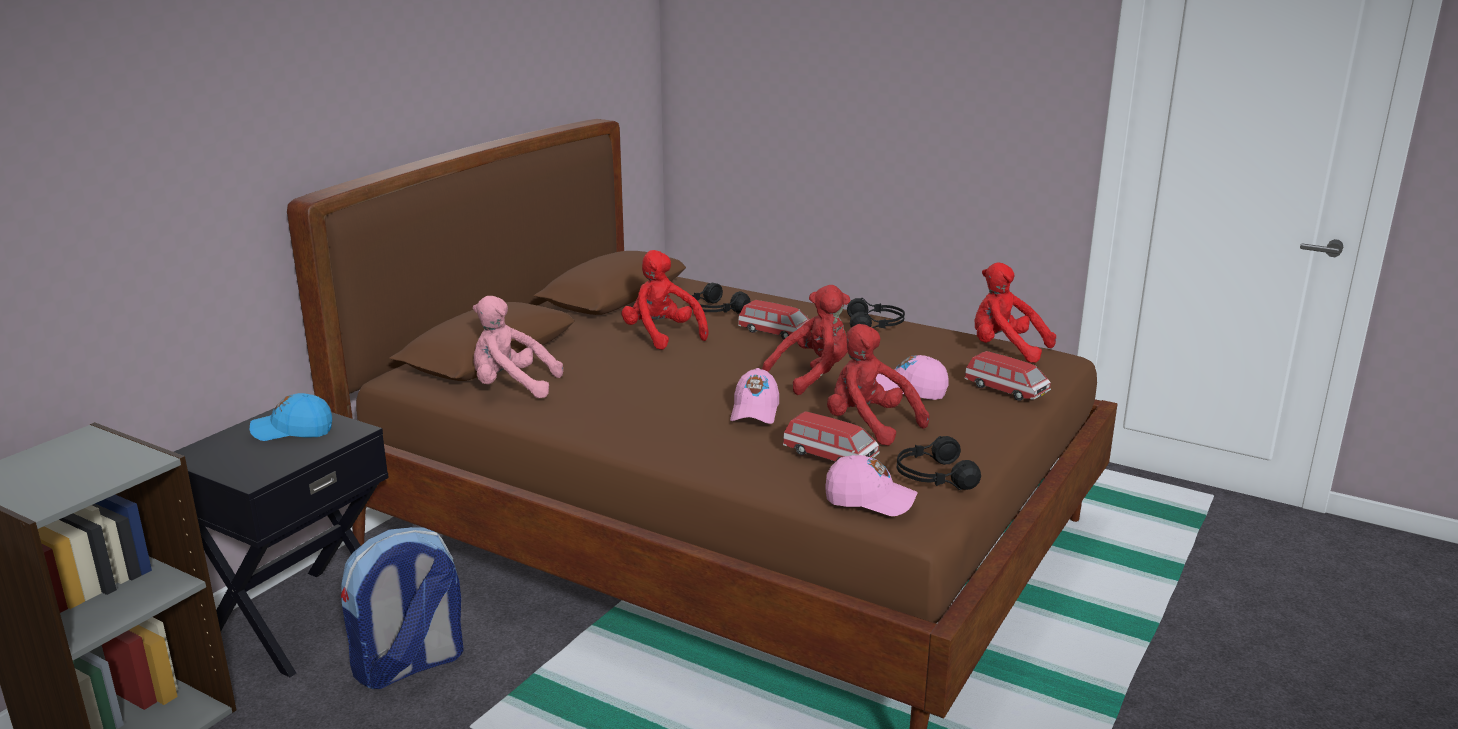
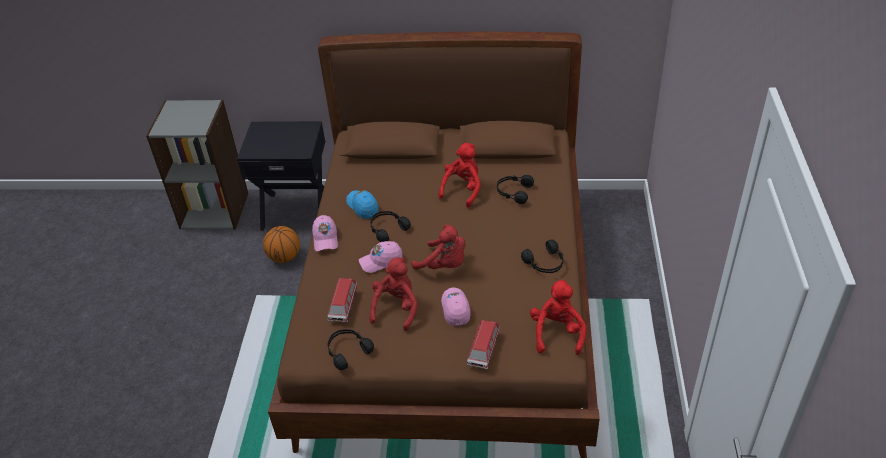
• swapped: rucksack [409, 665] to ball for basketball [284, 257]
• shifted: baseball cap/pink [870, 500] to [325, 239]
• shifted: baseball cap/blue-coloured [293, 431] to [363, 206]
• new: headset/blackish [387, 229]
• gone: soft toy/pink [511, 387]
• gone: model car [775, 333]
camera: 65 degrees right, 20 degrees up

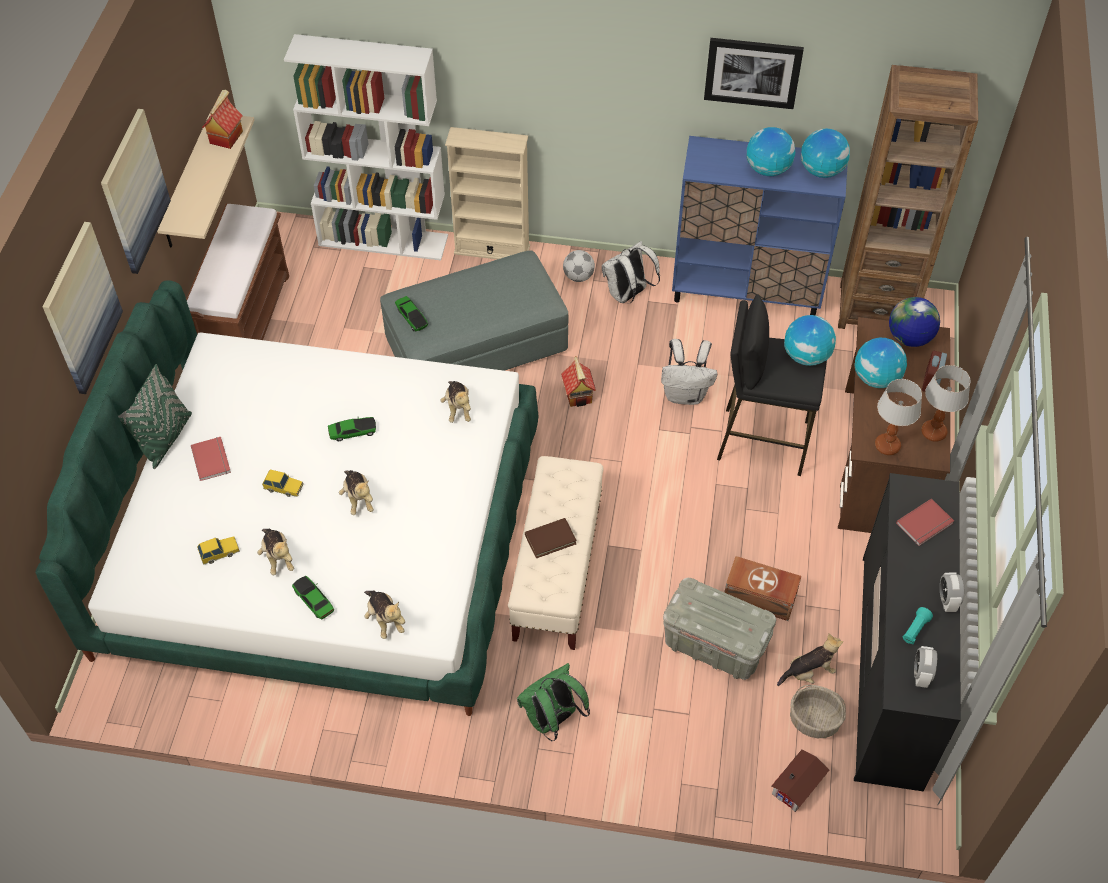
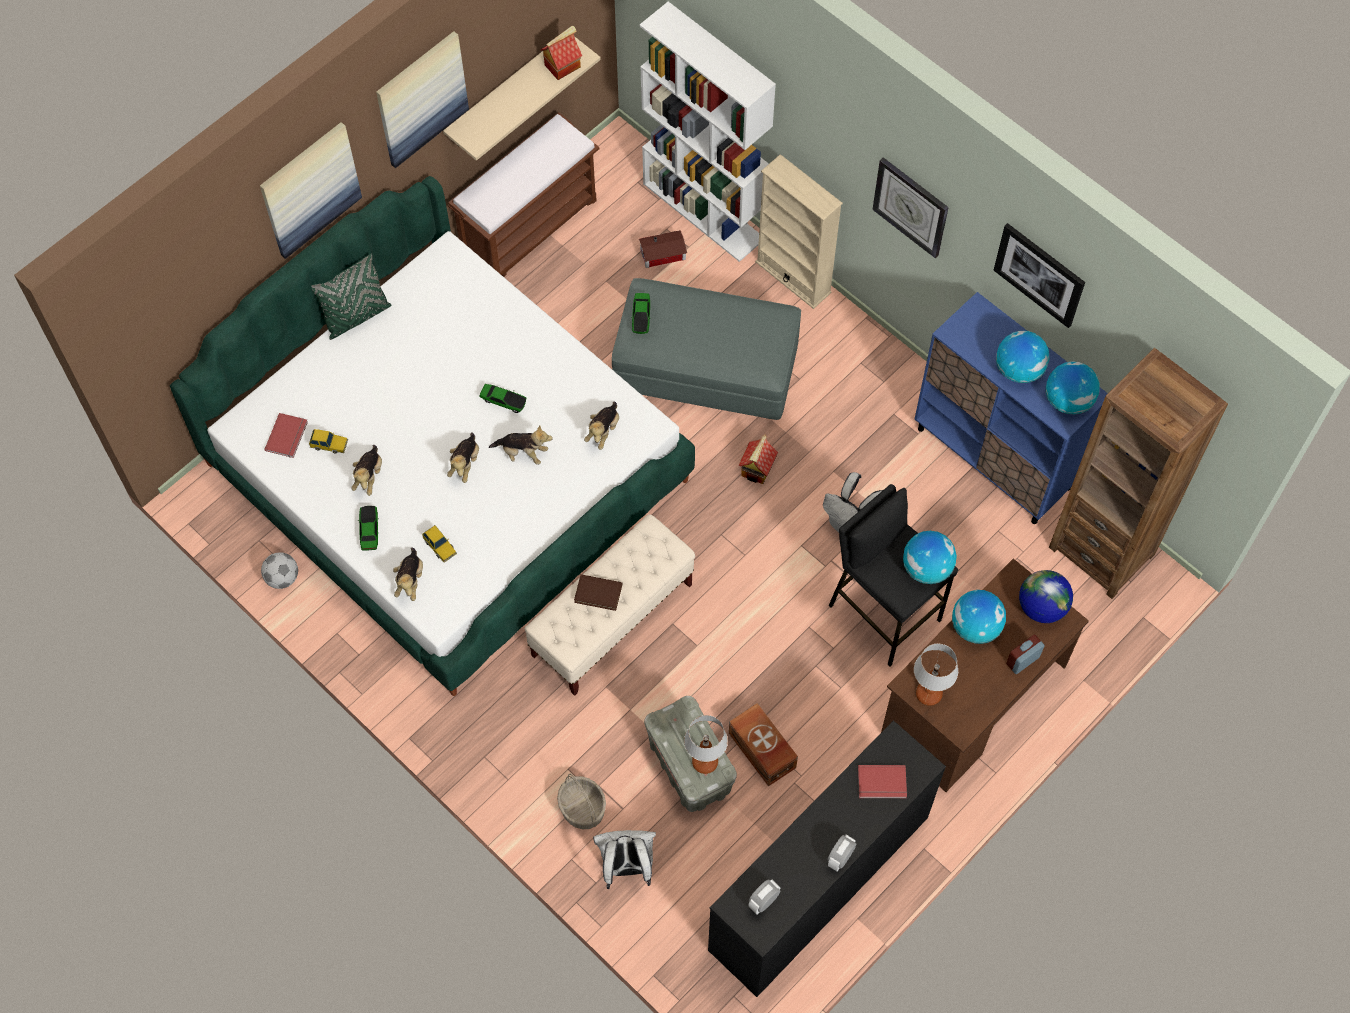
• shifted: football ball [578, 276] to [283, 578]
• shifted: book/red-coloured [212, 459] to [288, 436]
• shifted: model car [283, 487] to [440, 546]
• shifted: soft toy [809, 672] to [522, 453]
• shifted: household basket [813, 720] to [582, 808]
• shifted: rucksack/whitish [628, 295] to [627, 867]
• shifted: model house [800, 784] to [664, 254]
• shifted: lamp for a table [933, 432] to [704, 762]
• new: wall clock [911, 206]
• gone: rucksack/greenish [552, 719]
• gone: flashlight/turquoise-coloured [915, 630]
camera: 35 degrees right, 10 degrees up

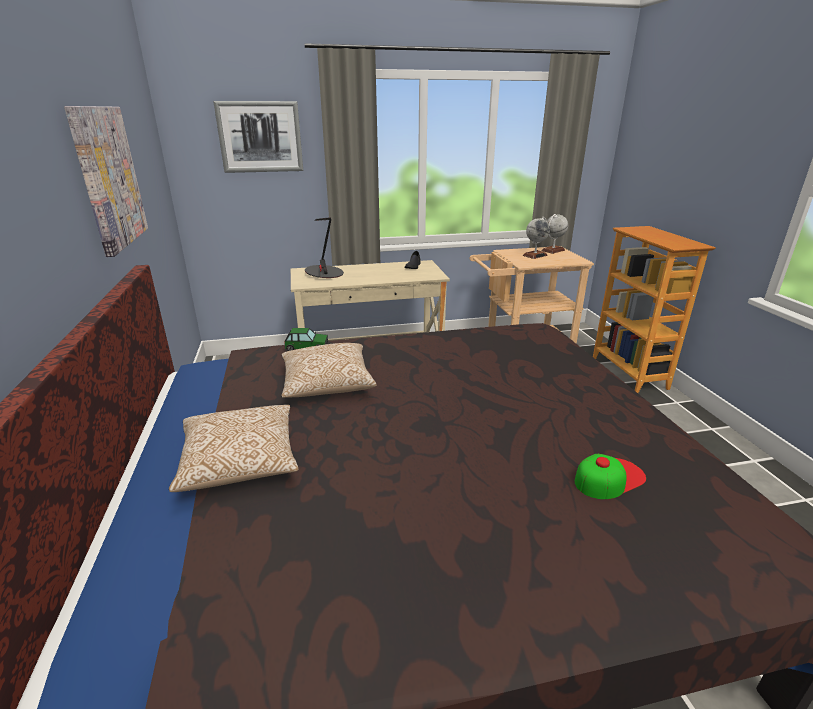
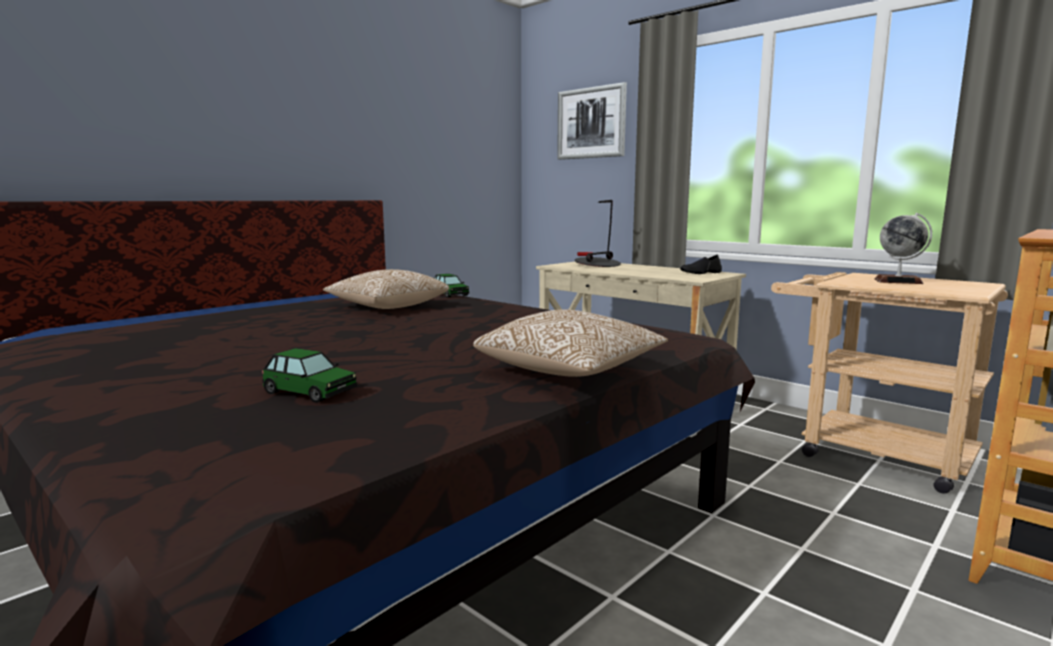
• swapped: baseball cap [609, 478] to model car [310, 392]
• shifted: throw pillow [240, 462] to [570, 370]
• gone: wall art [108, 177]
• gone: desk globe [553, 250]
camera: 55 degrees right, 15 degrees down

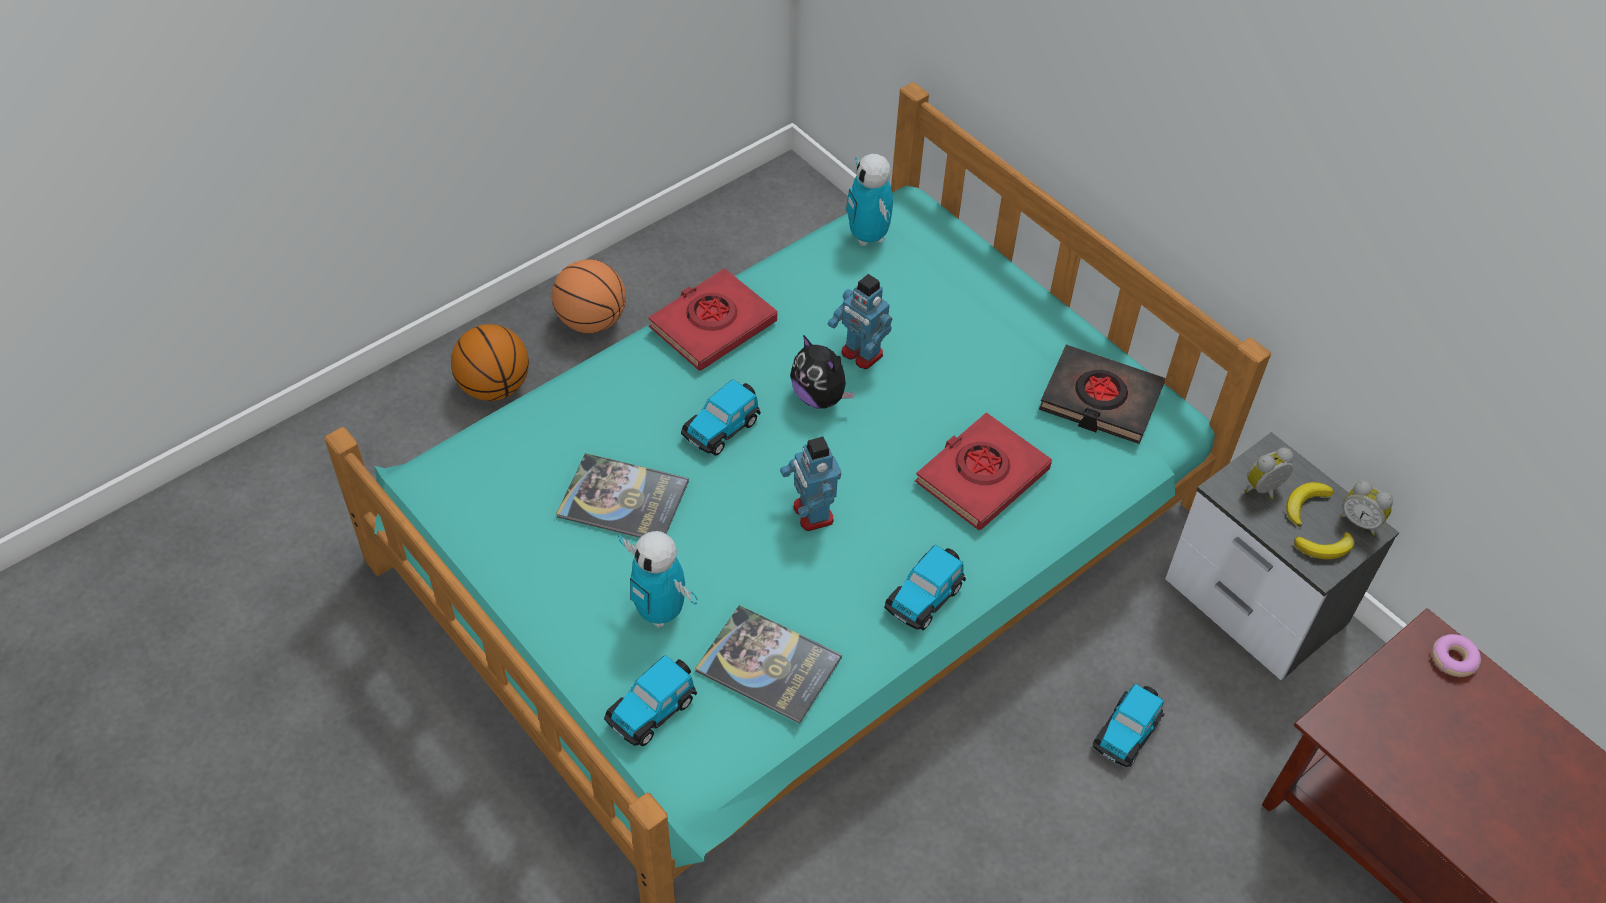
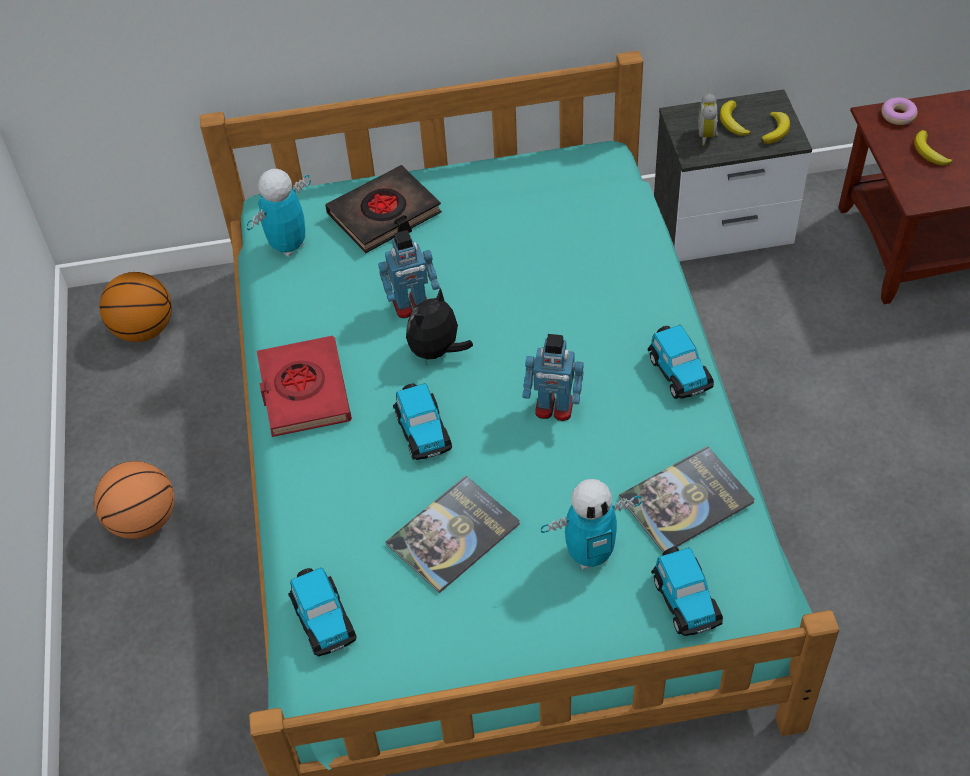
• shifted: ball for basketball [495, 387] to [143, 329]
• rotated: robot figure [868, 236] = [288, 246] 120 degrees clockwise
• shifted: model car [1126, 733] to [323, 619]
• shifted: book/blackish [1100, 400] to [384, 215]
• rotated: soft toy [820, 397] = [437, 351] 135 degrees clockwise
• new: banana fruit [929, 152]
• gone: book/red-coloured [981, 476]
• gone: alarm clock [1360, 521]
camera: 55 degrees left, 0 degrees up

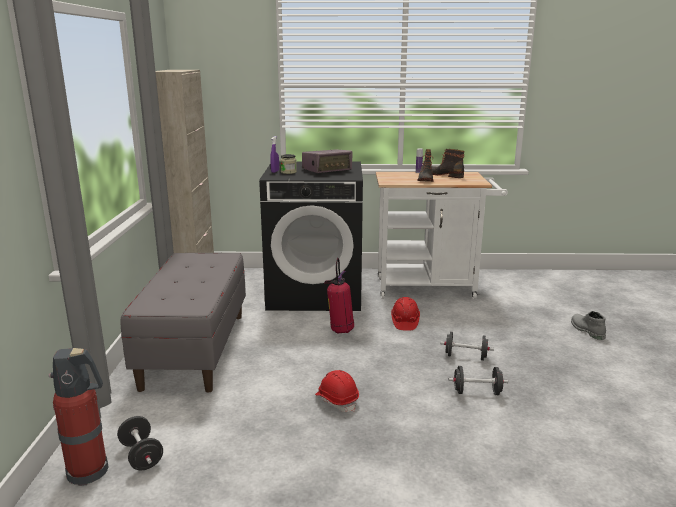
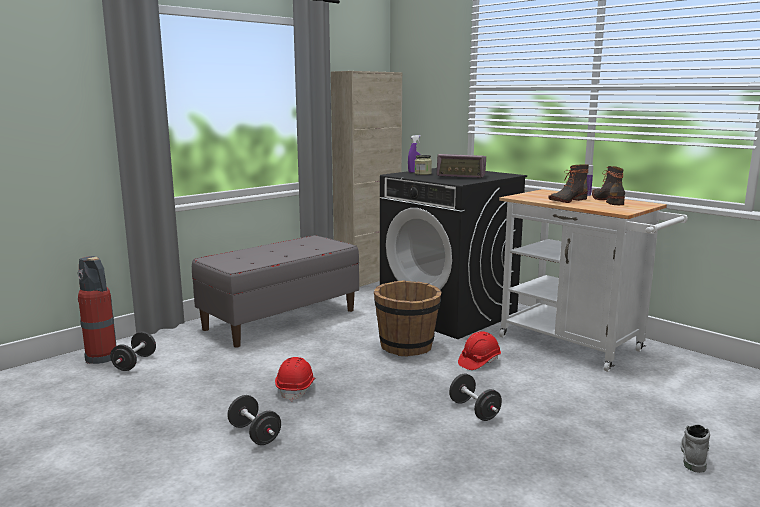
• shifted: dumbbell/blackish [477, 392] to [254, 434]
• swapped: extinguisher [340, 330] to water bucket/brownish [407, 346]
camera: 45 degrees right, 5 degrees down

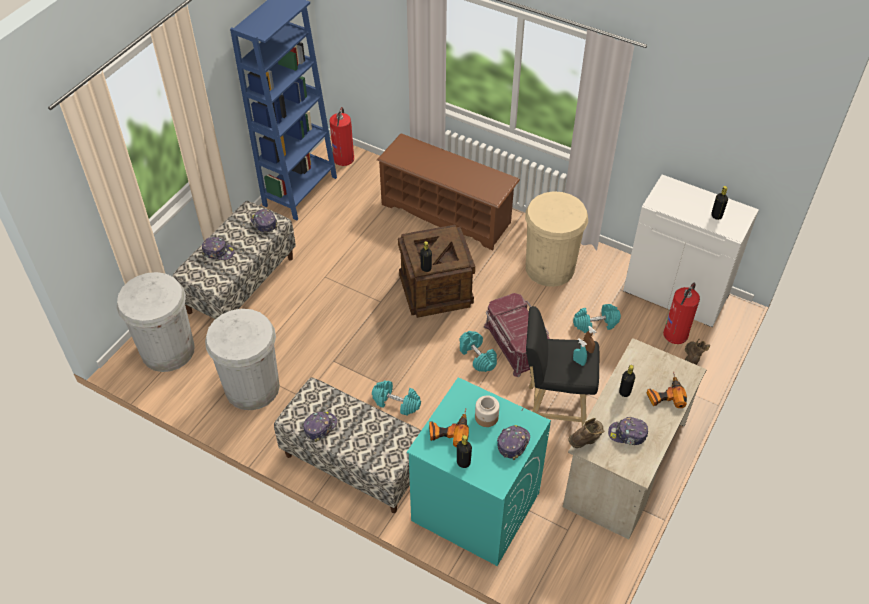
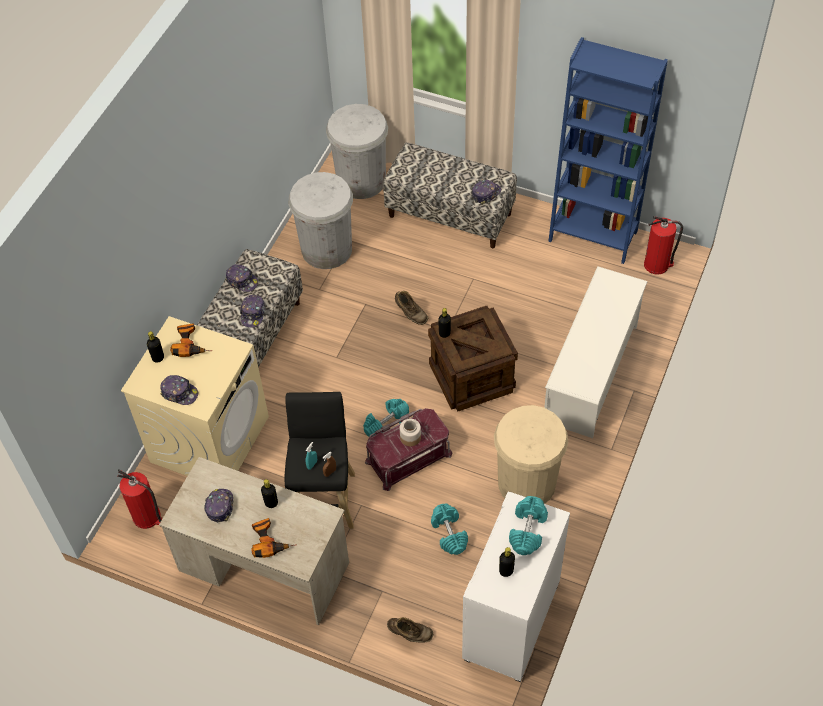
• shifted: extinguisher [676, 333] to [147, 517]
• repainted: washing machine/turquoise-coloured [474, 506] to washing machine/sand-coloured [210, 438]
• shifted: baseball cap [218, 252] to [253, 314]
• shifted: high-top boot/brownish [586, 441] to [410, 314]
• shifted: jar [486, 417] to [410, 437]
• shifted: dumbbell/turquoise-coloured [396, 402] to [528, 531]
• repainted: shoe shelf/brownish [447, 213] to shoe shelf/whitish [591, 373]
camera: 85 degrees right, 5 degrees up

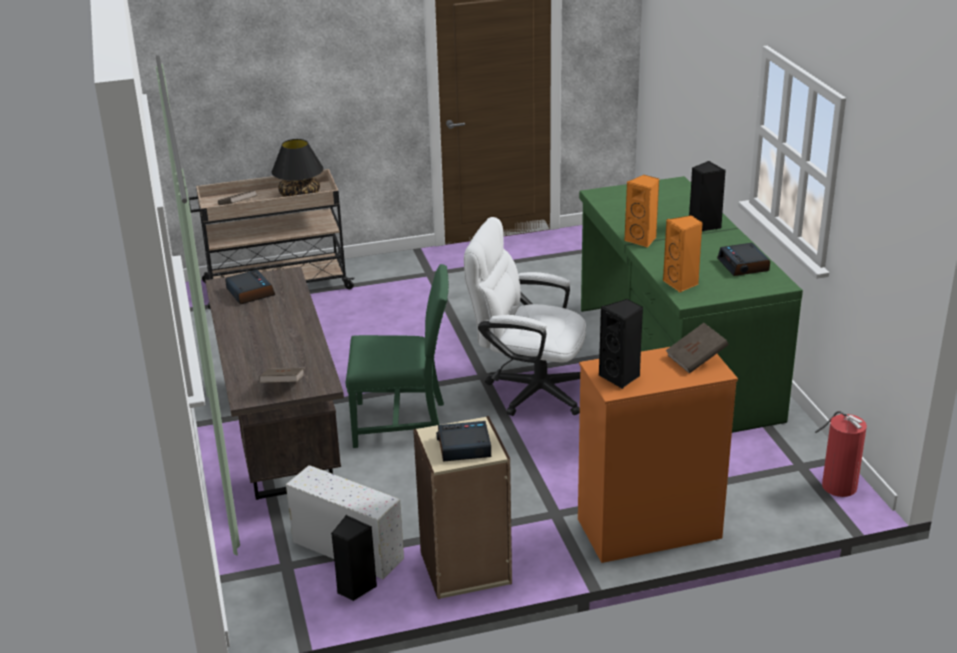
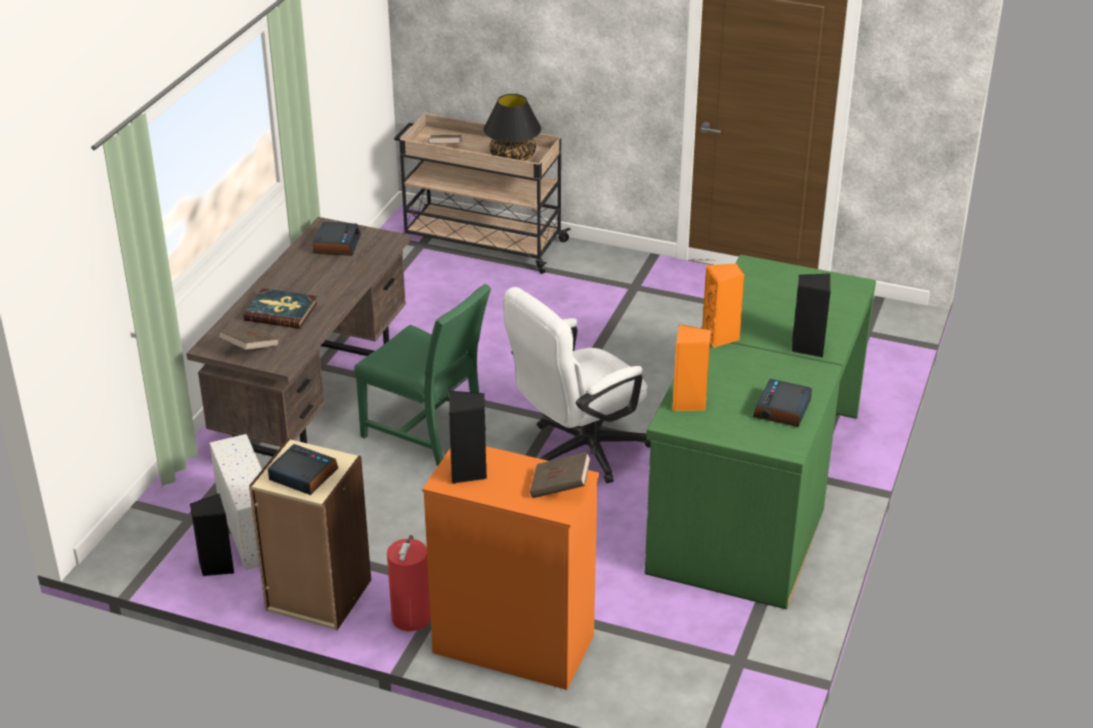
• new: book [281, 312]
• shifted: extinguisher [838, 485] to [411, 615]
• rotated: desk chair/whitish [528, 389] = [578, 452] 90 degrees counterclockwise
camera: 35 degrees right, 5 degrees up

